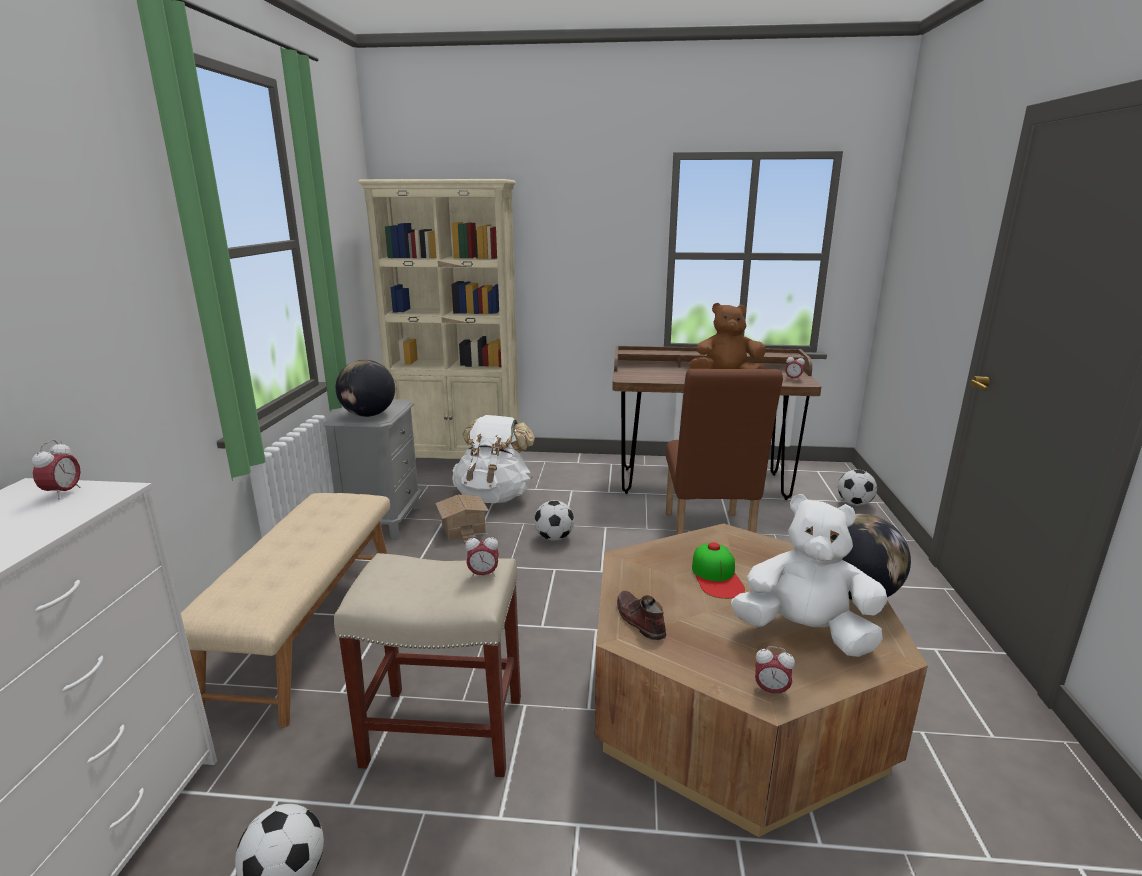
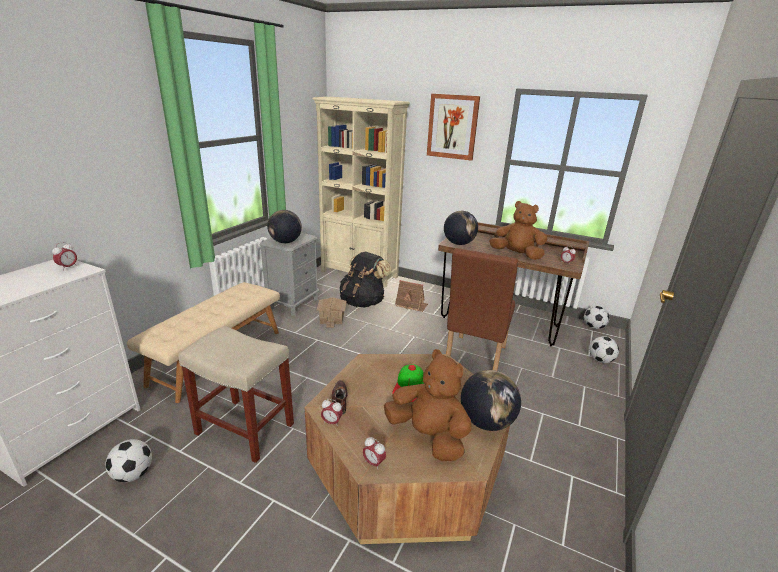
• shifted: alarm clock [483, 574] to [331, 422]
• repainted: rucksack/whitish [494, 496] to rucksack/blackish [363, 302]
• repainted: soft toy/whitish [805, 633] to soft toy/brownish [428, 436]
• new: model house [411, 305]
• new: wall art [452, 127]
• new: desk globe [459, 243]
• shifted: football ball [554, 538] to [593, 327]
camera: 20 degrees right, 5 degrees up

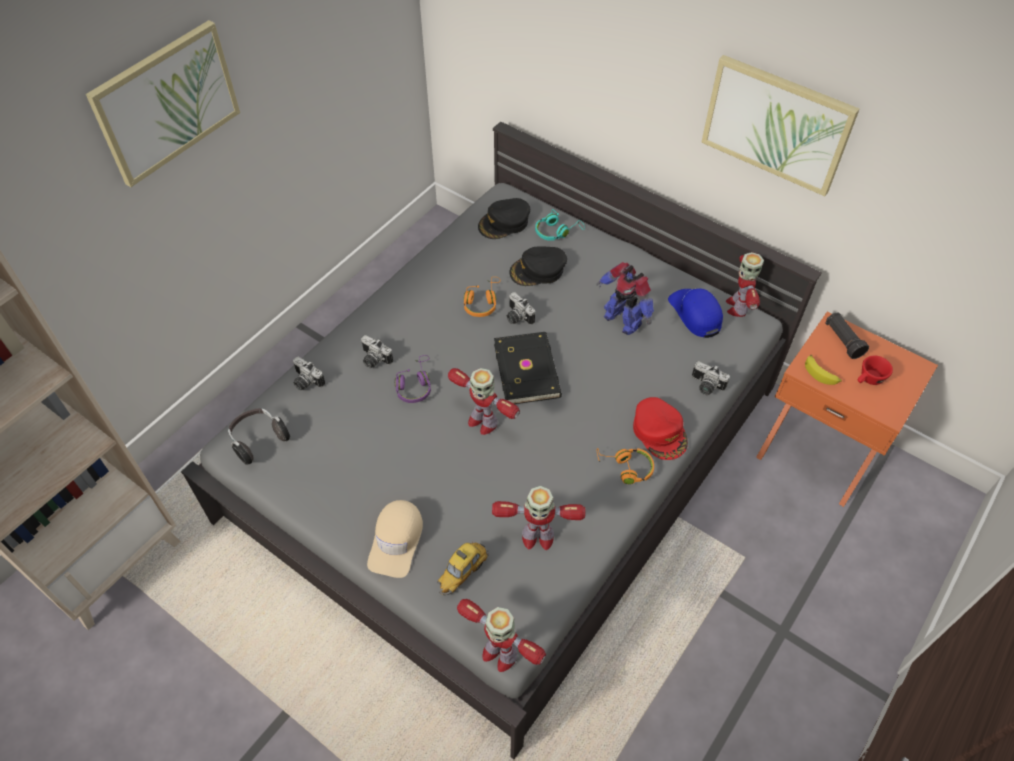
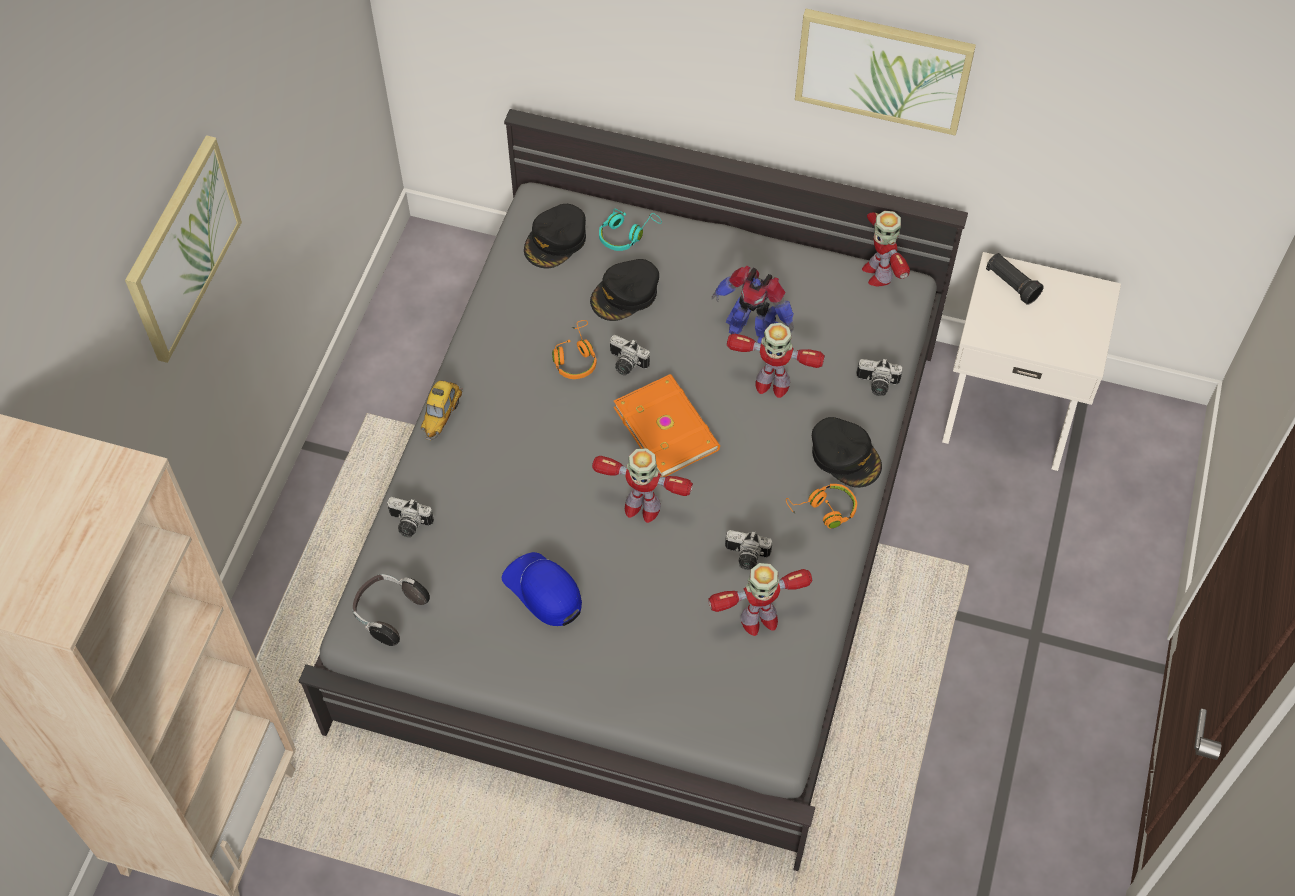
• shifted: model car [462, 572] to [442, 415]
• shifted: baseball cap/blue-coloured [695, 313] to [543, 591]
• repainted: book/blackish [528, 370] to book/orange-coloured [667, 427]
• shifted: still camera [373, 360] to [746, 557]
• shifted: robot figure [499, 653] to [771, 383]
• repainted: baseball cap/red-coloured [660, 432] to baseball cap/blackish [845, 456]
• repainted: bedside table/orange-coloured [819, 449] to bedside table/whitish [1010, 410]
• gone: baseball cap/sand-coloured [396, 541]
• gone: headset/purple [414, 385]
• gone: banana fruit [821, 374]
• gone: small cup/red-coloured [868, 380]
camera: 20 degrees left, 5 degrees up

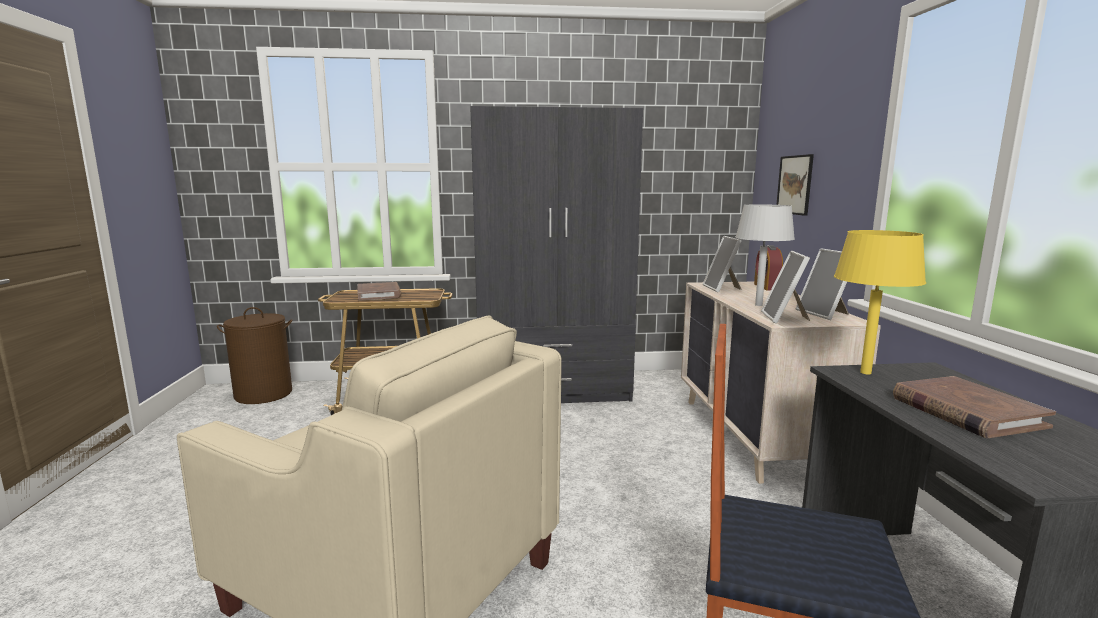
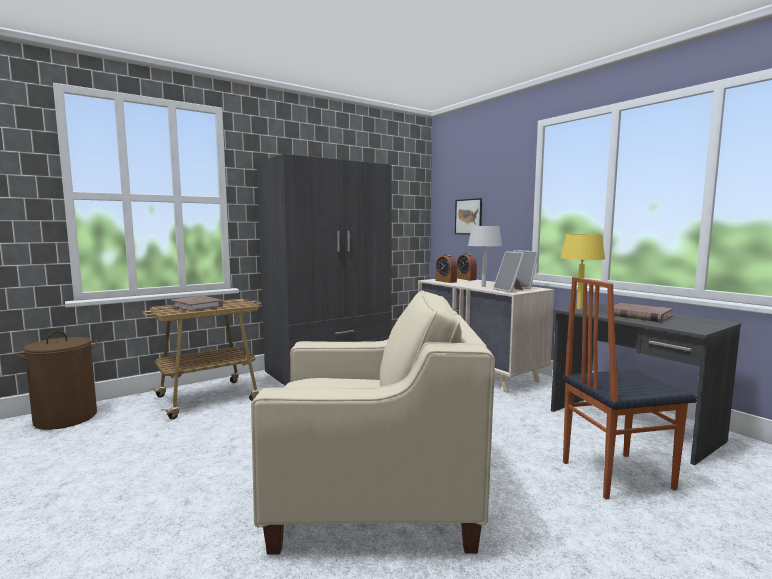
• swapped: standing frame [722, 288] to alarm clock [446, 281]
camera: 30 degrees left, 5 degrees down

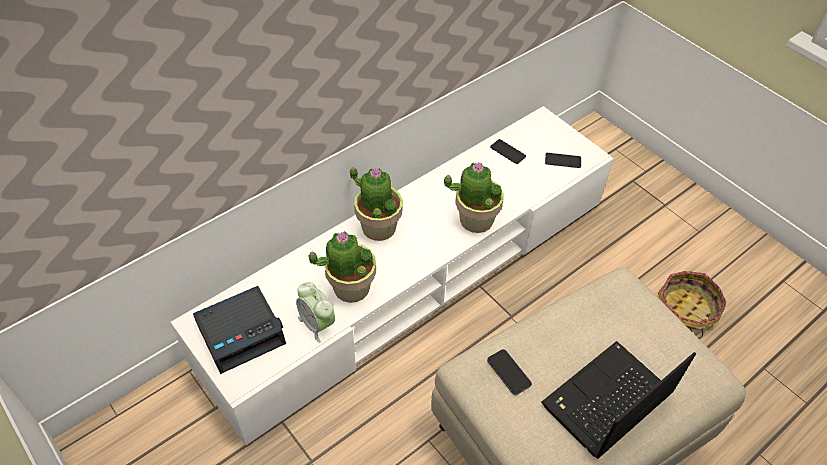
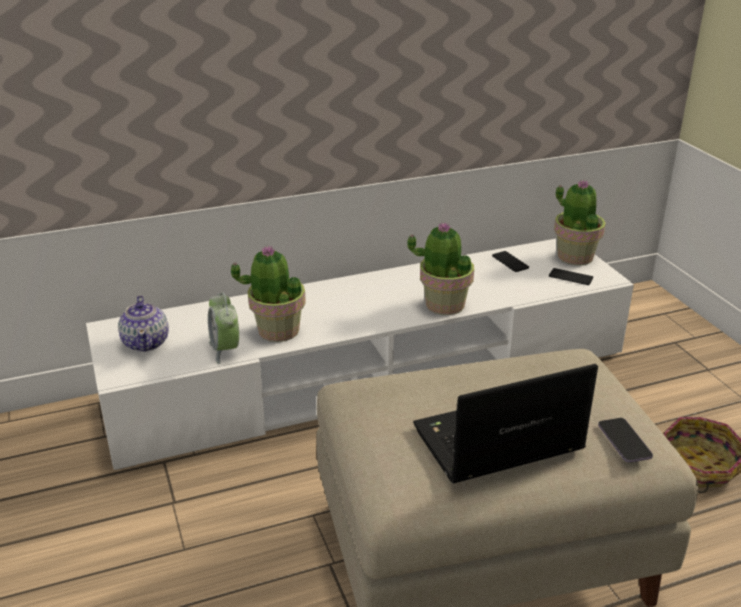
• swapped: alarm clock [241, 333] to teapot [146, 342]
• shifted: houseplant [378, 227] to [575, 256]
• shifted: telephone [509, 372] to [624, 441]
camera: 20 degrees right, 20 degrees down

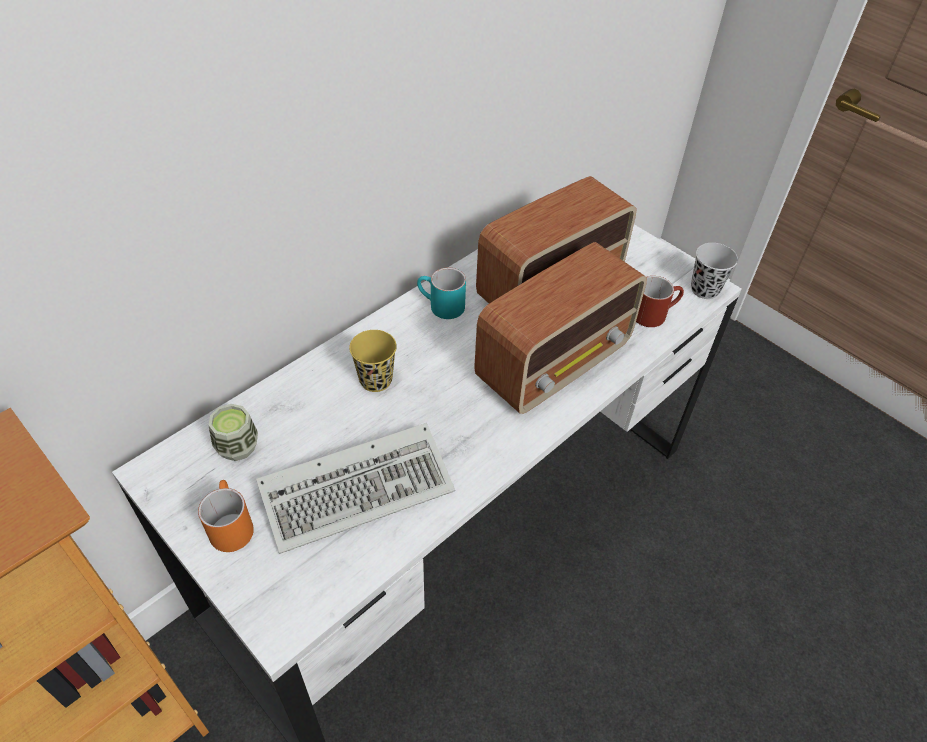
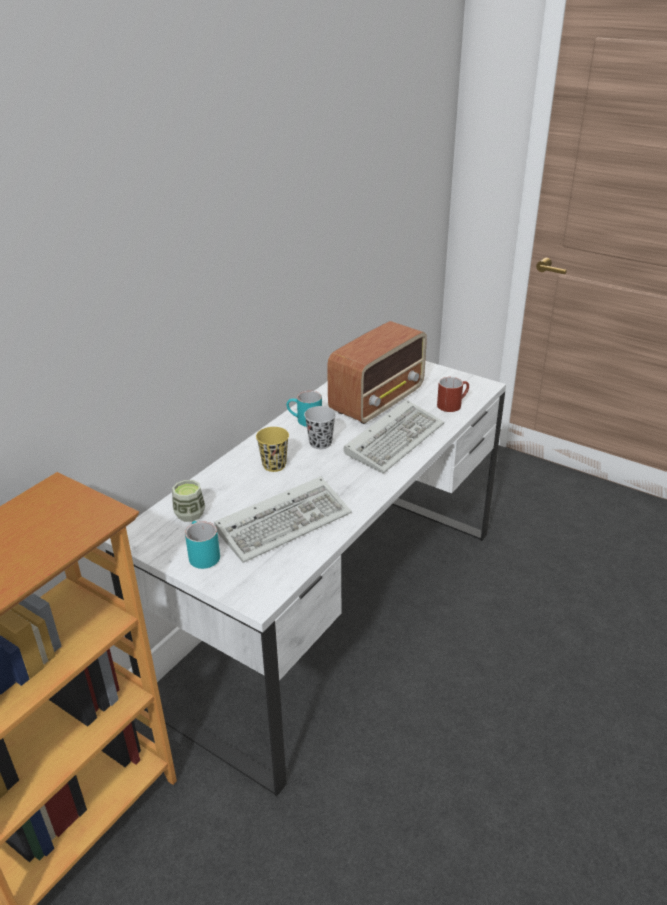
• repainted: tea mug/orange-coloured [229, 525] to tea mug/turquoise-coloured [201, 554]
• shifted: small cup/blackish [704, 289] to [320, 443]
• swapped: radio receiver [555, 362] to PC keyboard [395, 439]
camera: 10 degrees left, 15 degrees down

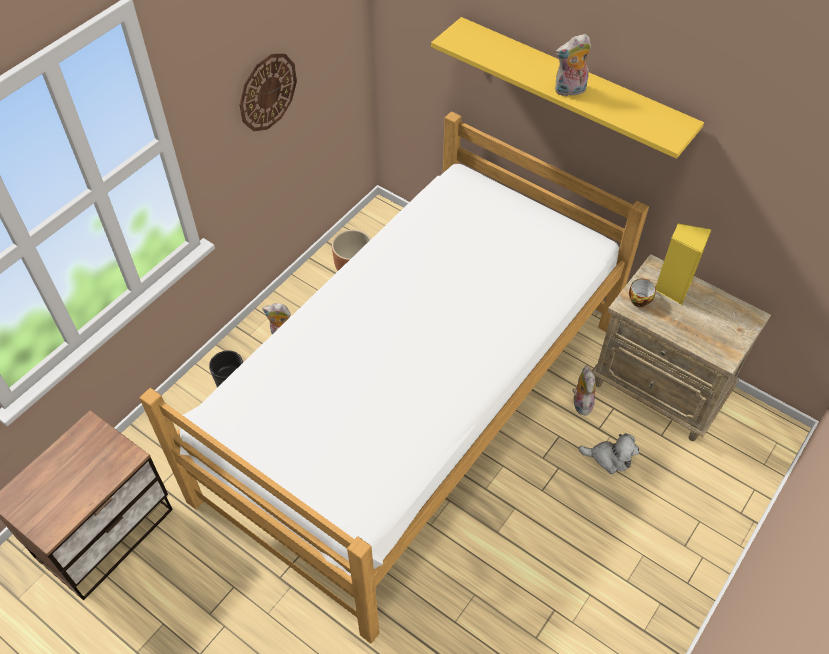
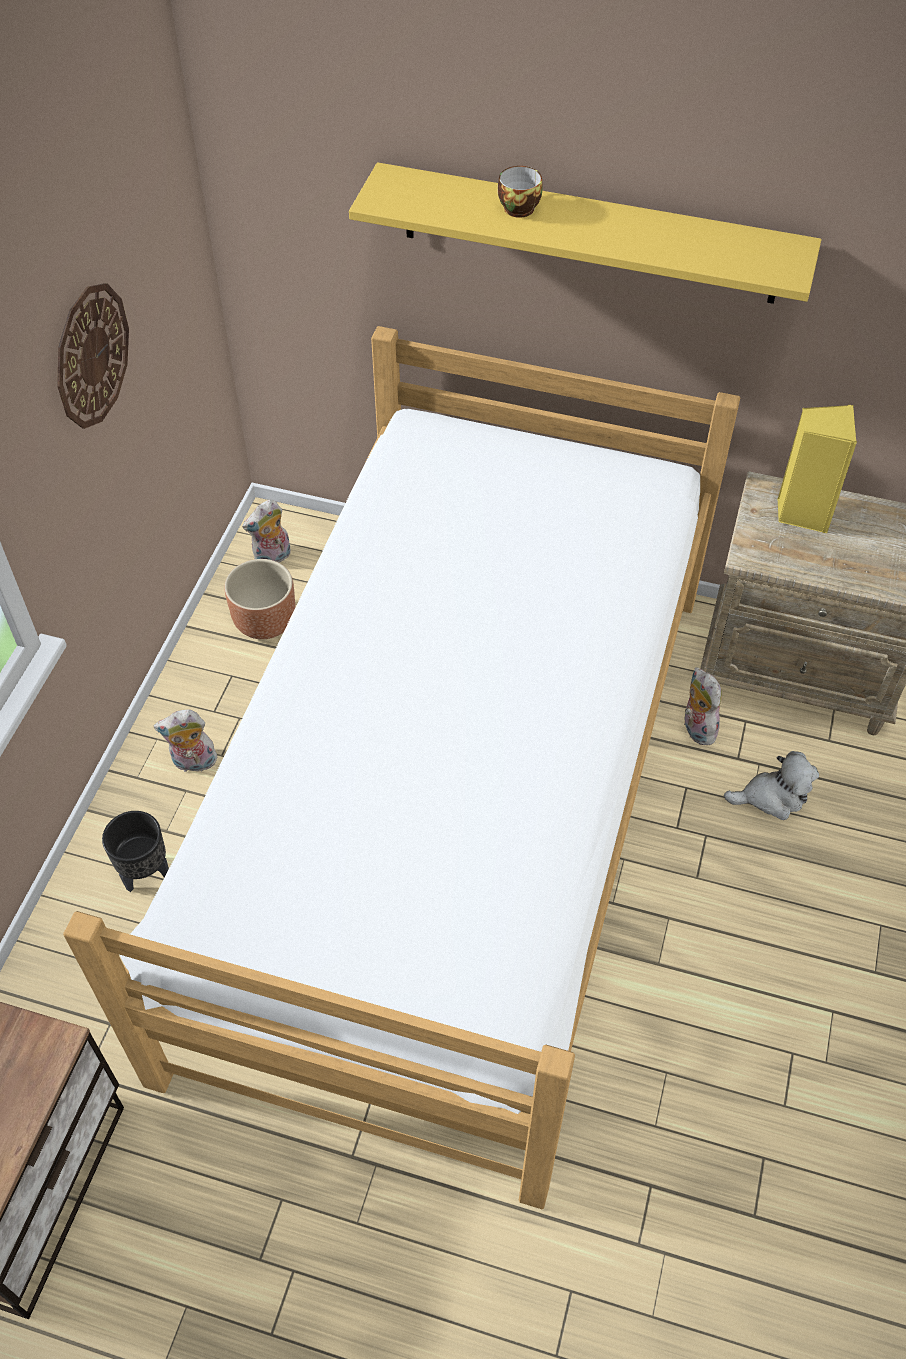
• shifted: soft toy [569, 91] to [272, 558]
• shifted: small cup [639, 299] to [518, 207]
camera: 20 degrees left, 0 degrees up

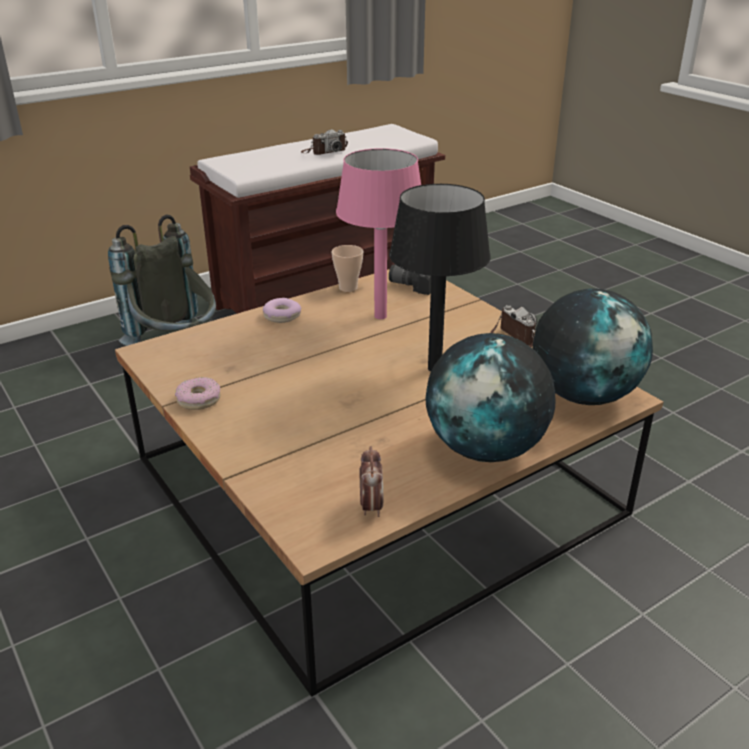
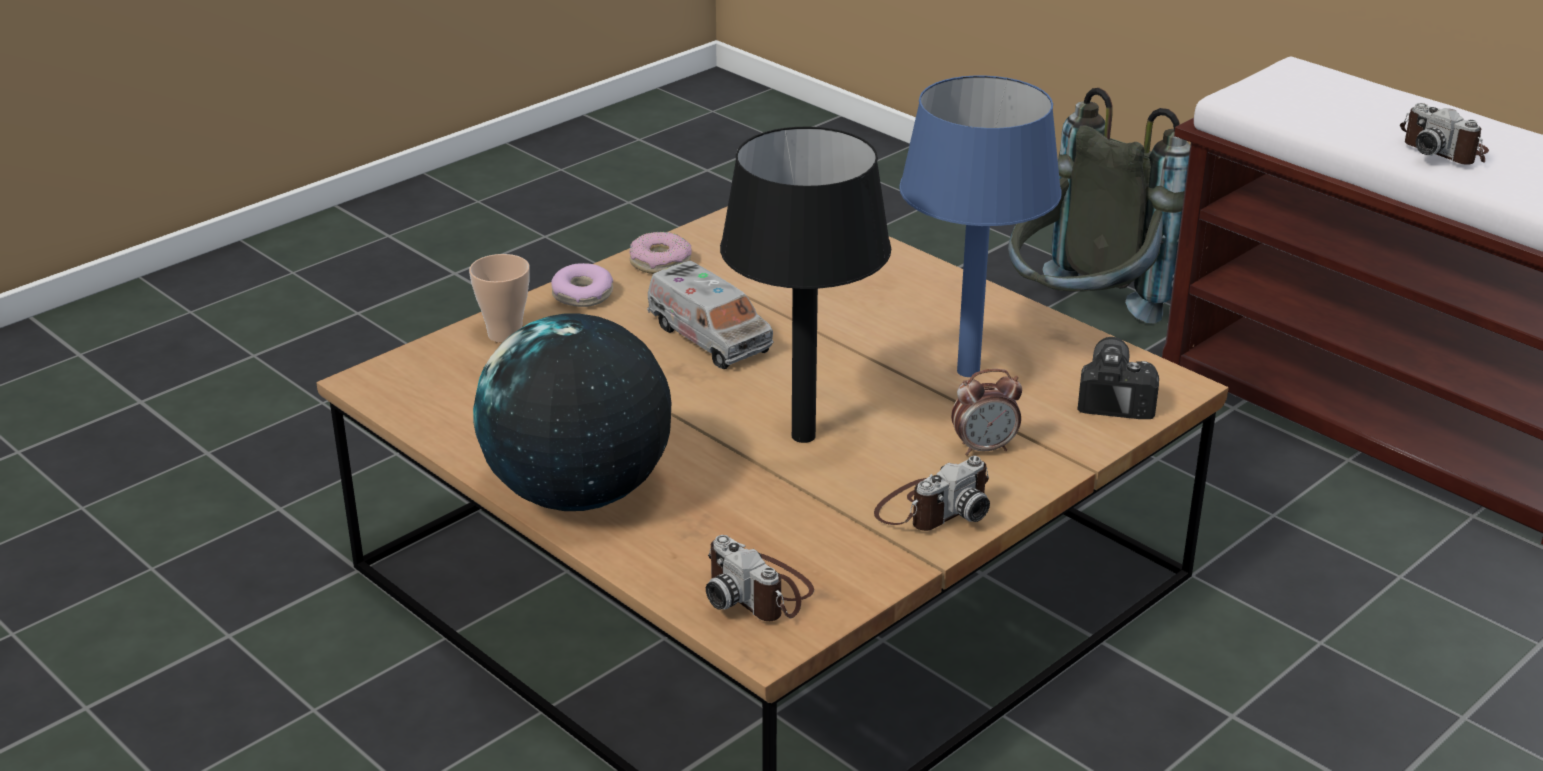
• shifted: small cup [348, 288] to [505, 334]
• shifted: ring doughnut [282, 316] to [582, 295]
• new: toy truck [709, 337]
• swapped: desk globe [584, 395] to still camera [759, 591]
• repainted: lamp for a table/pink [379, 316] to lamp for a table/blue-coloured [968, 370]
• shifted: alarm clock [371, 506] to [984, 448]
camera: 80 degrees right, 0 degrees up

